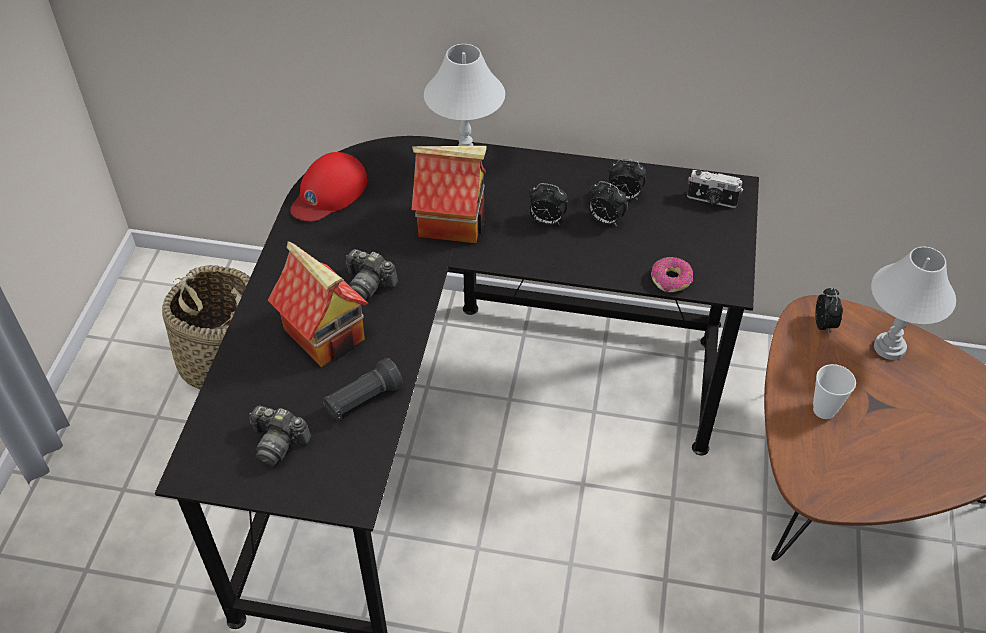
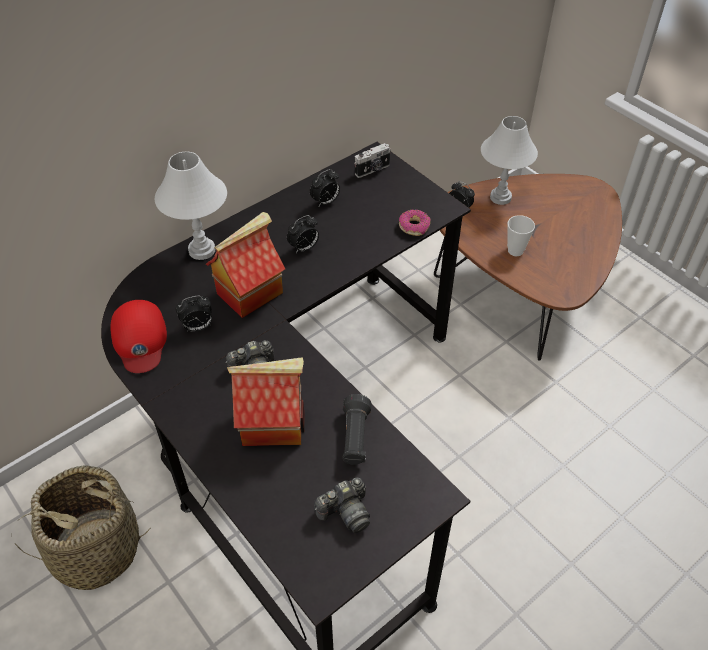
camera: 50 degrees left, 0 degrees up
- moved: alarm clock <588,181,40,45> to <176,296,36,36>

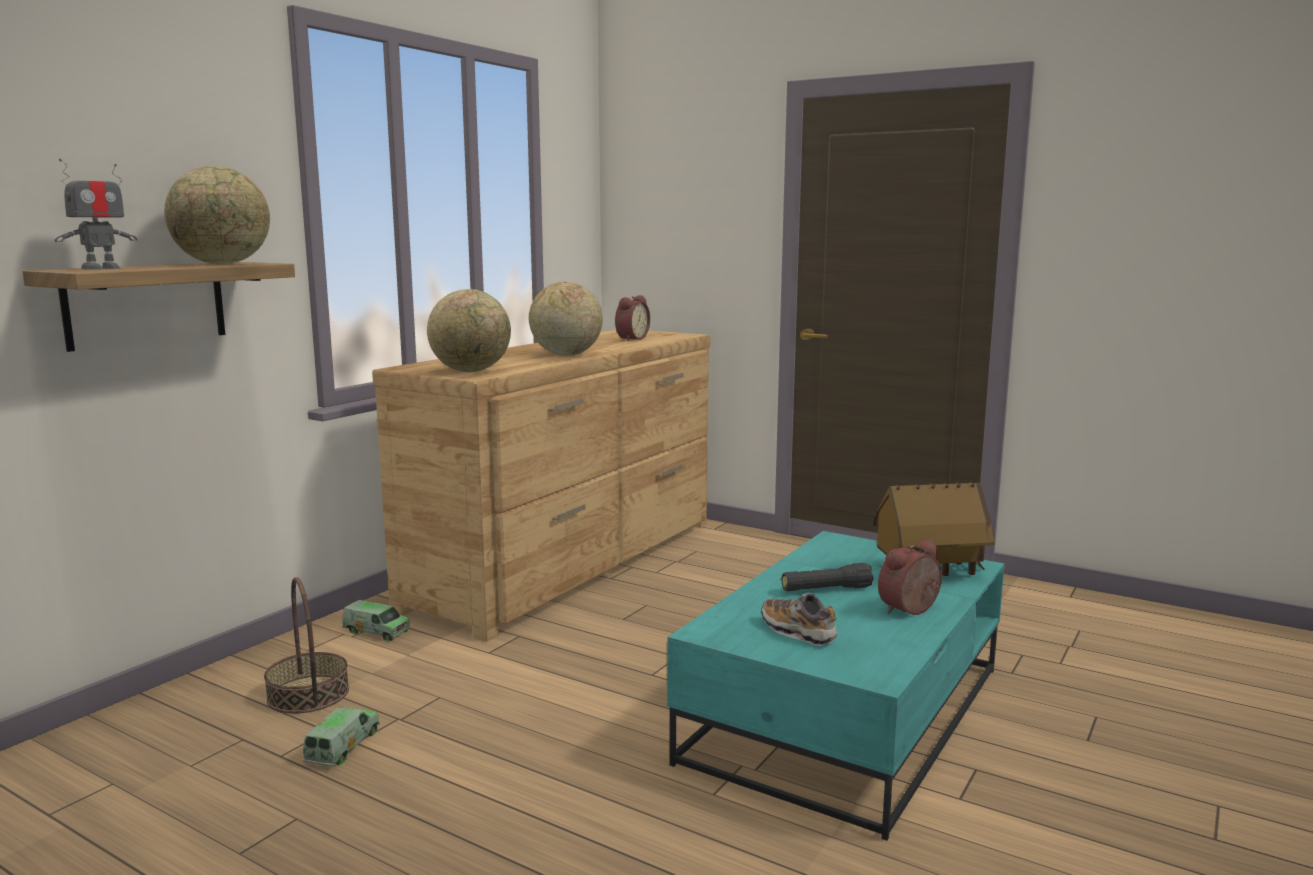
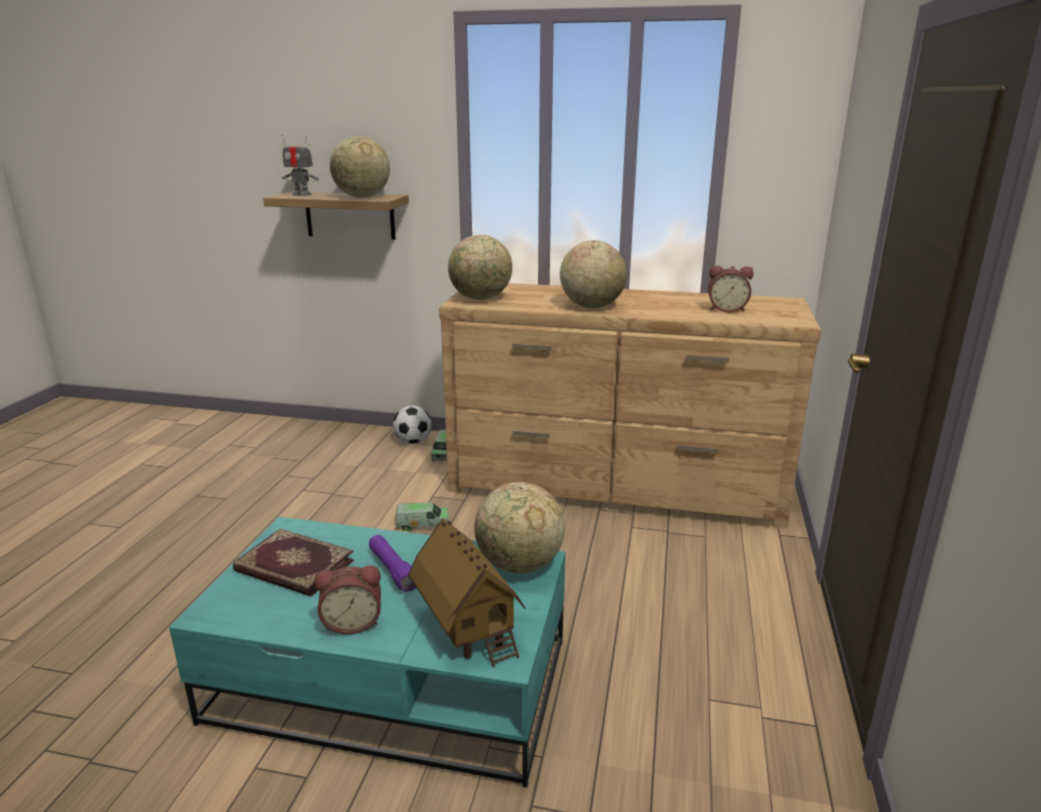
camera: 70 degrees right, 10 degrees up
- replaced: shoe <761,593,76,53> to book <233,529,121,67>
- turned: alarm clock <878,540,64,75> = <314,566,67,68> 135 degrees clockwise
- recoloured: flashlight in blackish <782,563,92,28> to flashlight in purple <369,535,47,57>
- added: football ball <393,405,38,39>
- moved: model truck <303,708,77,59> to <395,502,54,29>
- added: world globe <474,482,91,91>
- removed: basket <264,577,85,136>

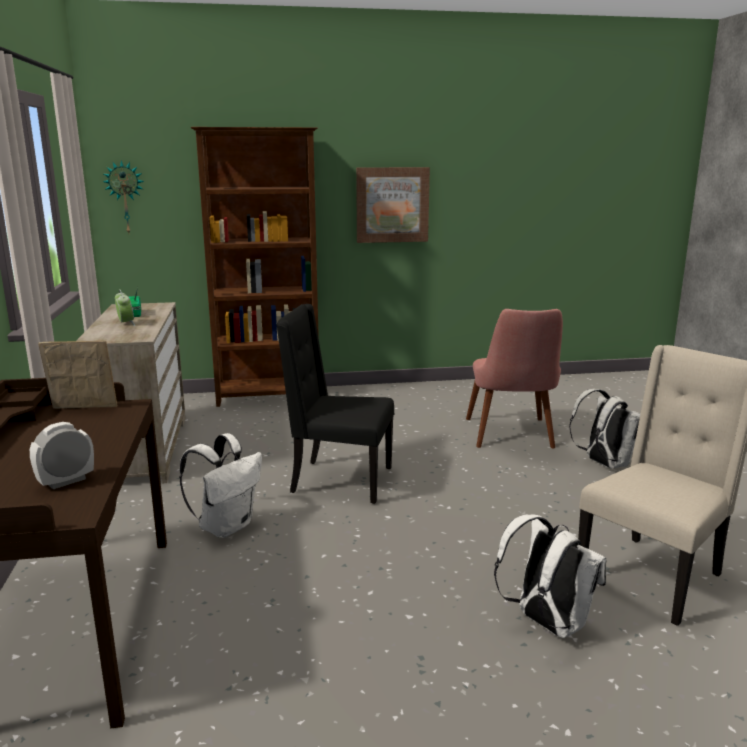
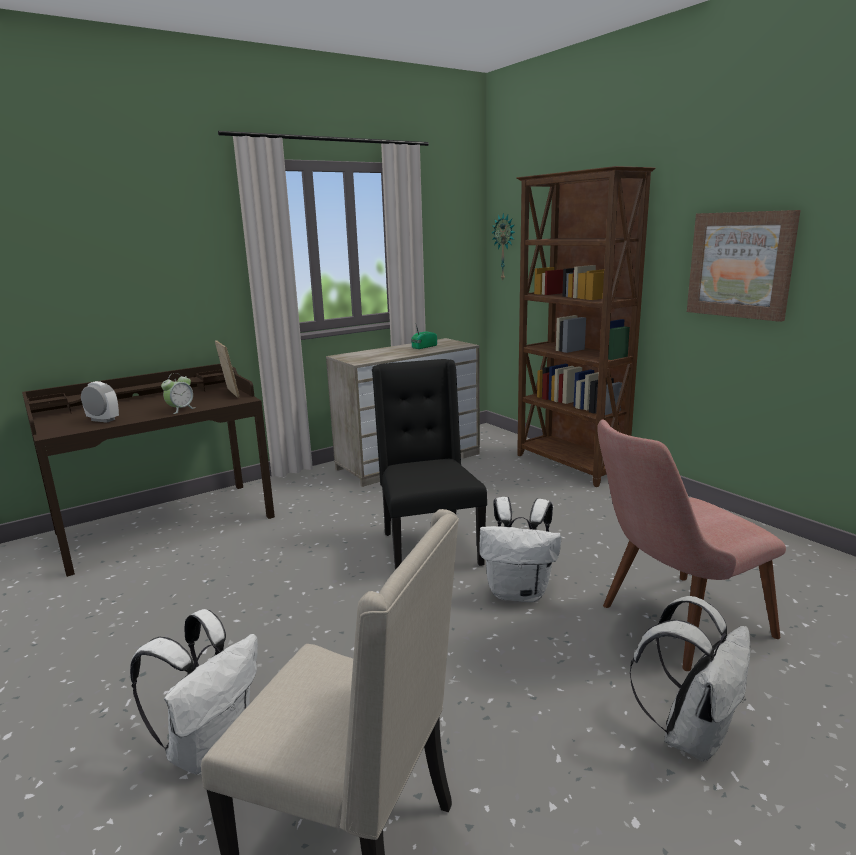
camera: 65 degrees right, 0 degrees up
- moved: alarm clock <115,290,20,36> to <161,373,33,41>
- moved: knapsack in whitish <179,433,83,105> to <479,497,82,105>

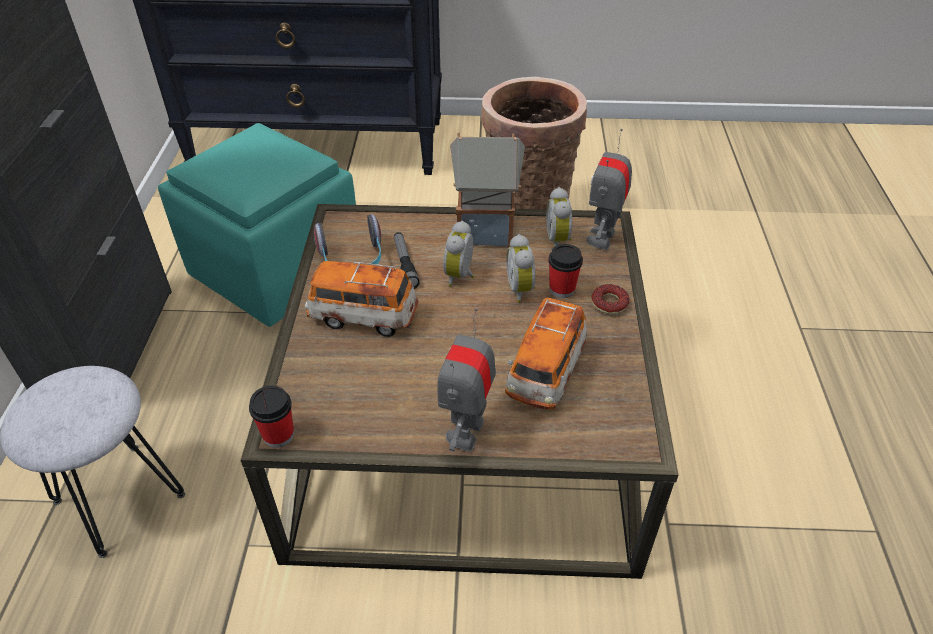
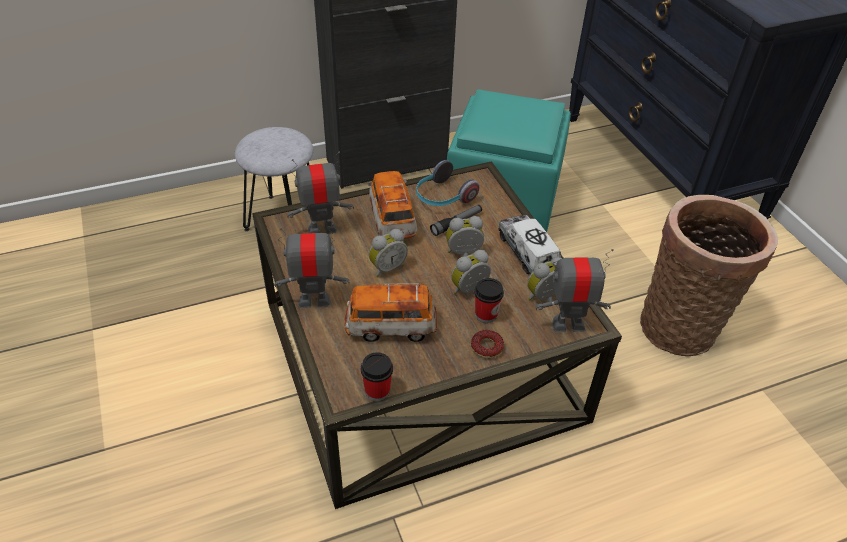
camera: 65 degrees right, 0 degrees up
- added: toy robot <287,152,67,82>
- moved: small cup <249,385,45,63> to <361,352,32,49>
- added: alarm clock <369,229,39,48>
- replaced: model house <450,133,75,114> to model truck <498,215,63,59>

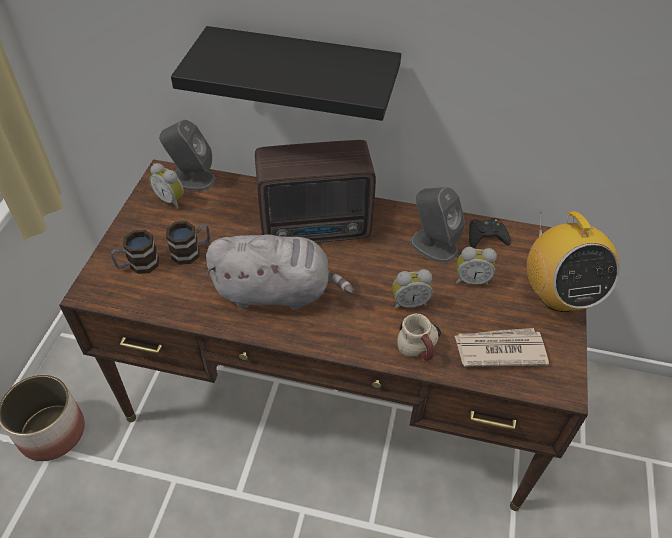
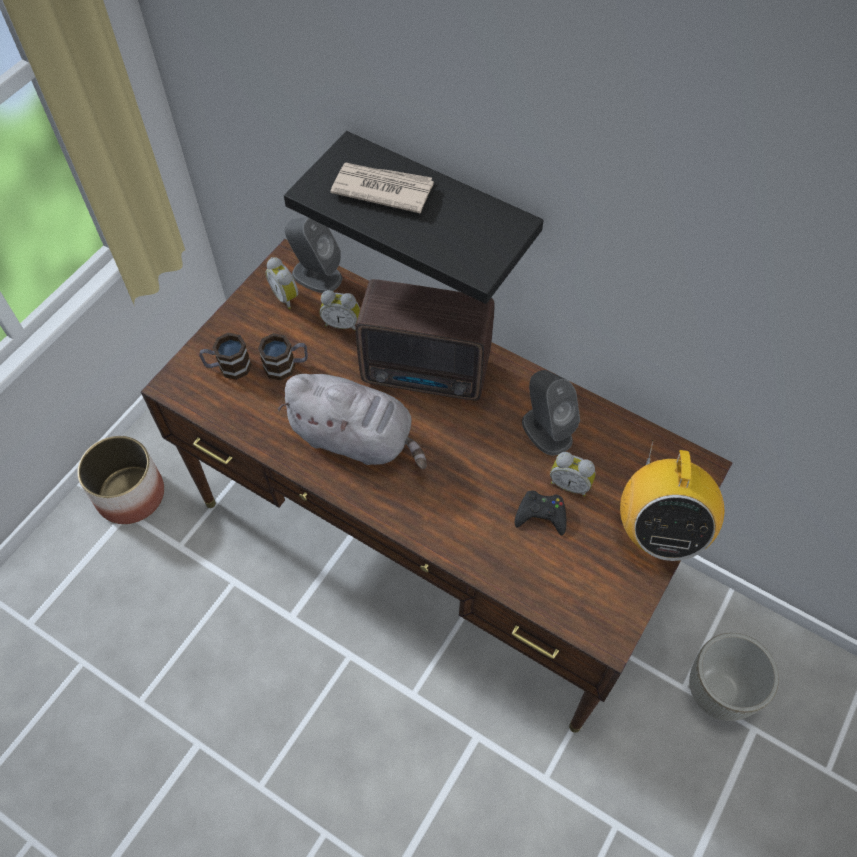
camera: 20 degrees right, 10 degrees up
- moved: alarm clock <392,269,41,40> to <320,290,40,41>
- moved: printed paper <454,328,95,39> to <331,163,103,51>
- moved: gamepad in blackish <469,218,42,30> to <515,490,51,45>
- added: flower pot in greyish <689,633,90,88>
- removed: tea mug <397,314,44,46>

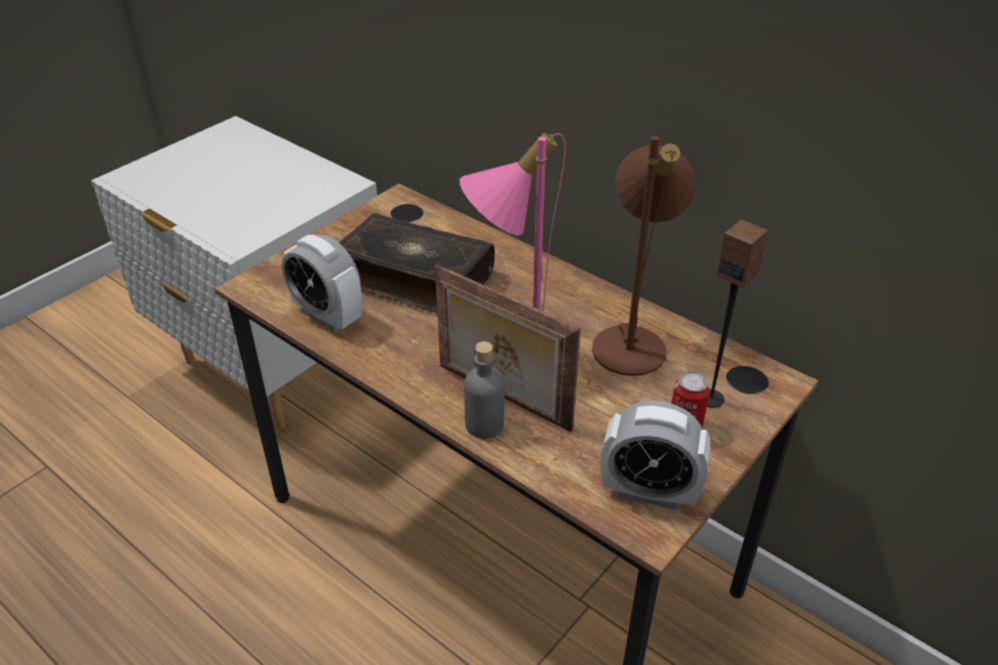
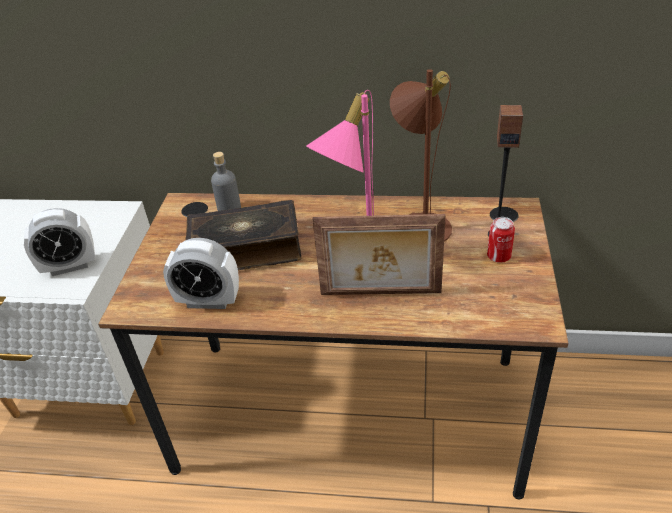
camera: 30 degrees left, 0 degrees up
- moved: alarm clock <601,401,109,109> to <24,208,71,68>
- moved: bottle in greyish <464,341,40,98> to <211,152,30,59>

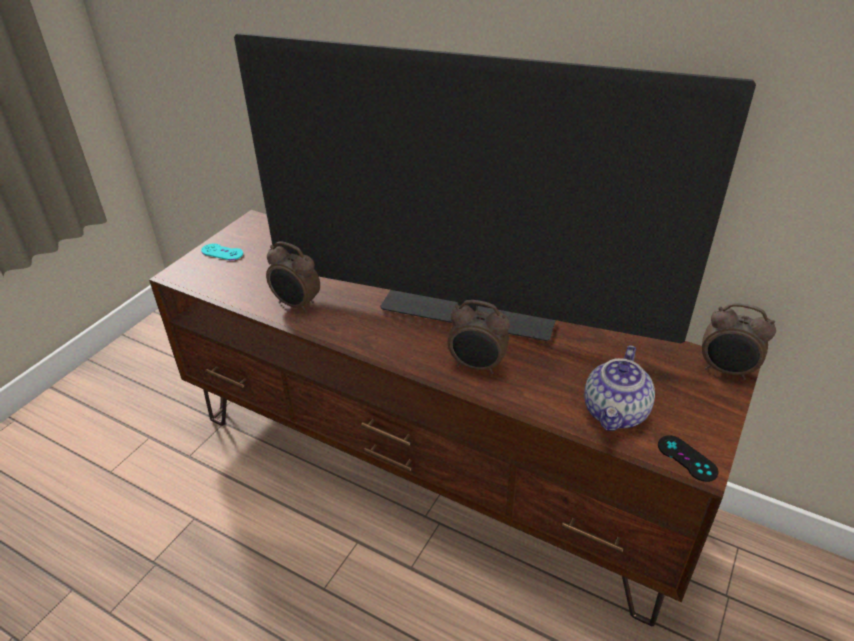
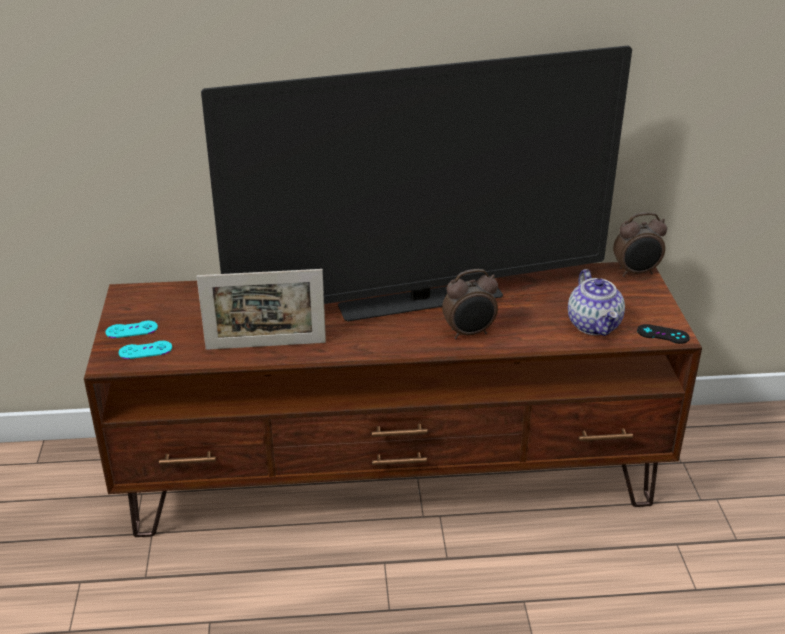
camera: 35 degrees left, 5 degrees down
- added: gamepad in turquoise <119,341,53,18>
- replaced: alarm clock <266,241,54,72> to photo frame <197,269,129,81>

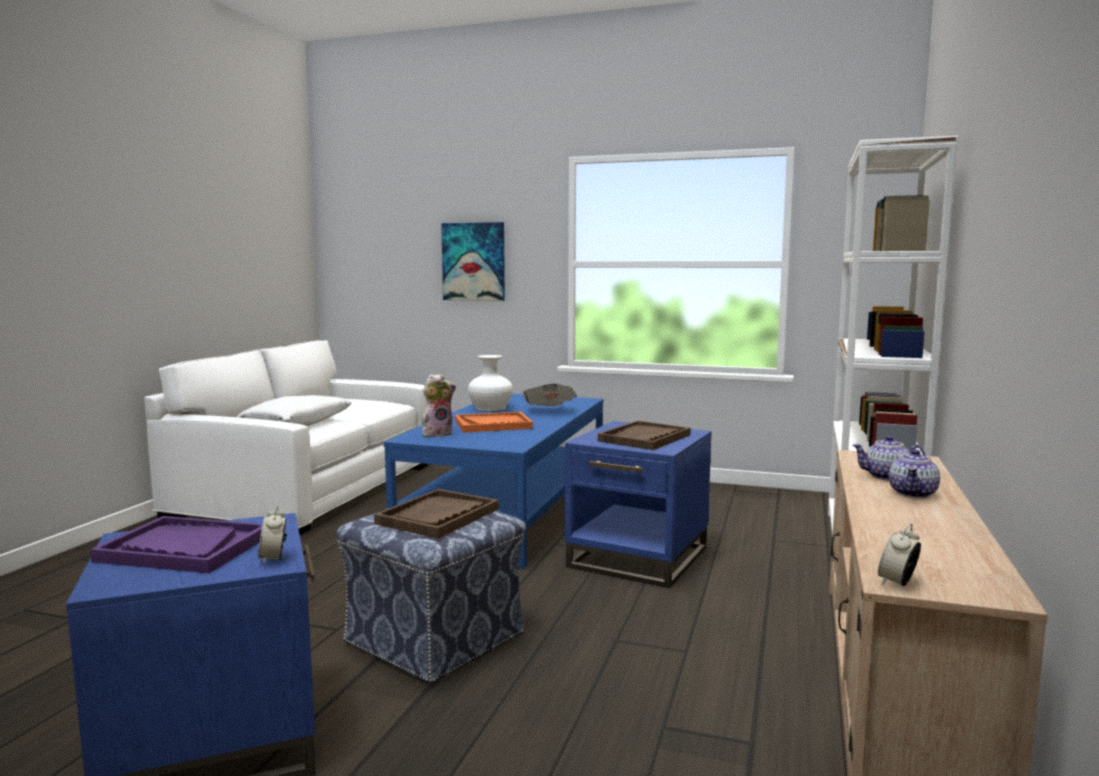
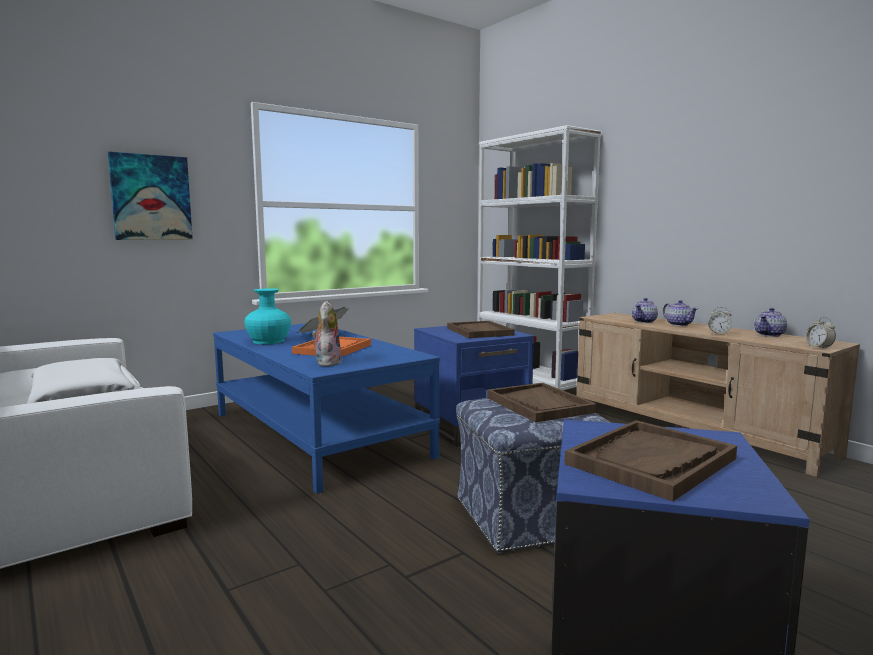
camera: 55 degrees left, 0 degrees up
- recoloured: vase in whitish <468,355,45,56> to vase in turquoise <244,288,47,56>
- recoloured: serving tray in purple <90,516,172,57> to serving tray in brown-coloured <565,420,172,81>
- moved: alarm clock <258,504,29,61> to <708,307,24,28>
- added: pot for tea <755,308,32,29>

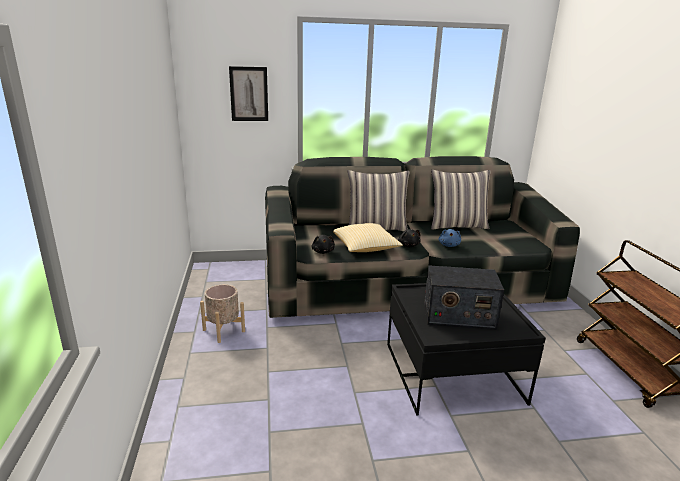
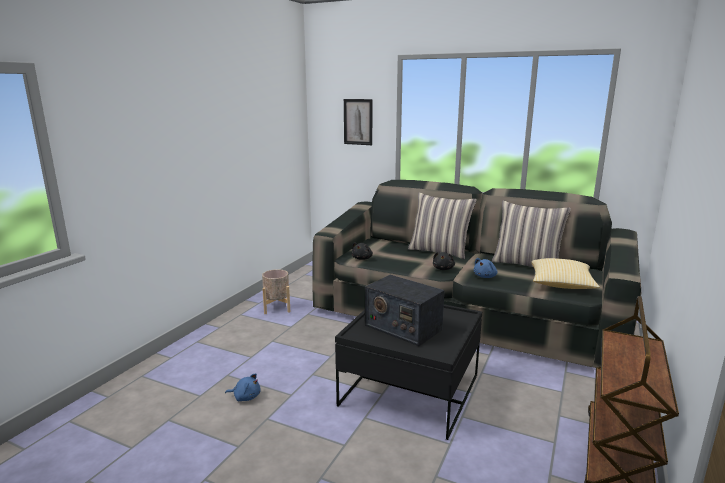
camera: 35 degrees right, 5 degrees down
- added: cuddly toy in blue-coloured <225,373,36,28>
- moved: cushion <333,223,70,29> to <531,258,69,31>

